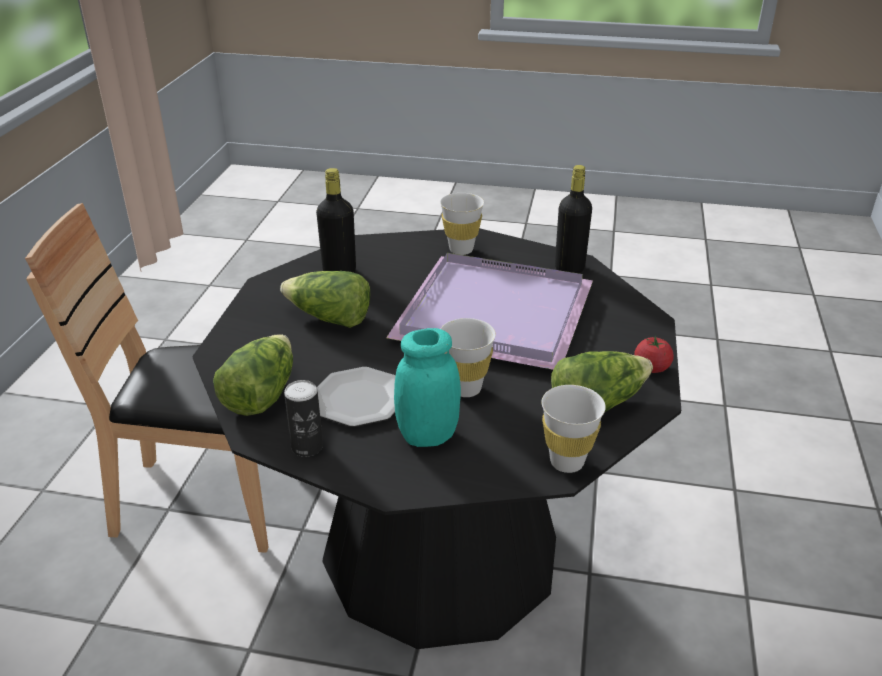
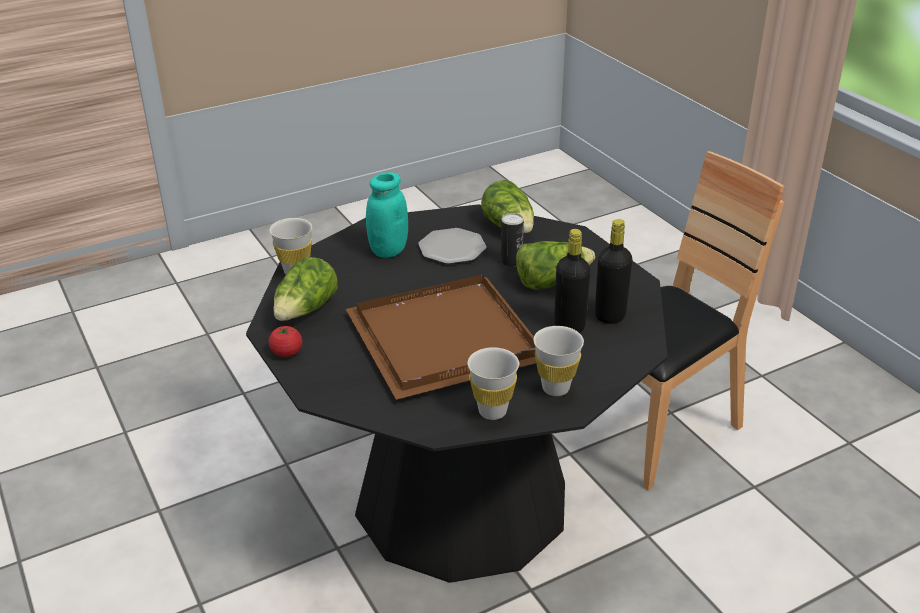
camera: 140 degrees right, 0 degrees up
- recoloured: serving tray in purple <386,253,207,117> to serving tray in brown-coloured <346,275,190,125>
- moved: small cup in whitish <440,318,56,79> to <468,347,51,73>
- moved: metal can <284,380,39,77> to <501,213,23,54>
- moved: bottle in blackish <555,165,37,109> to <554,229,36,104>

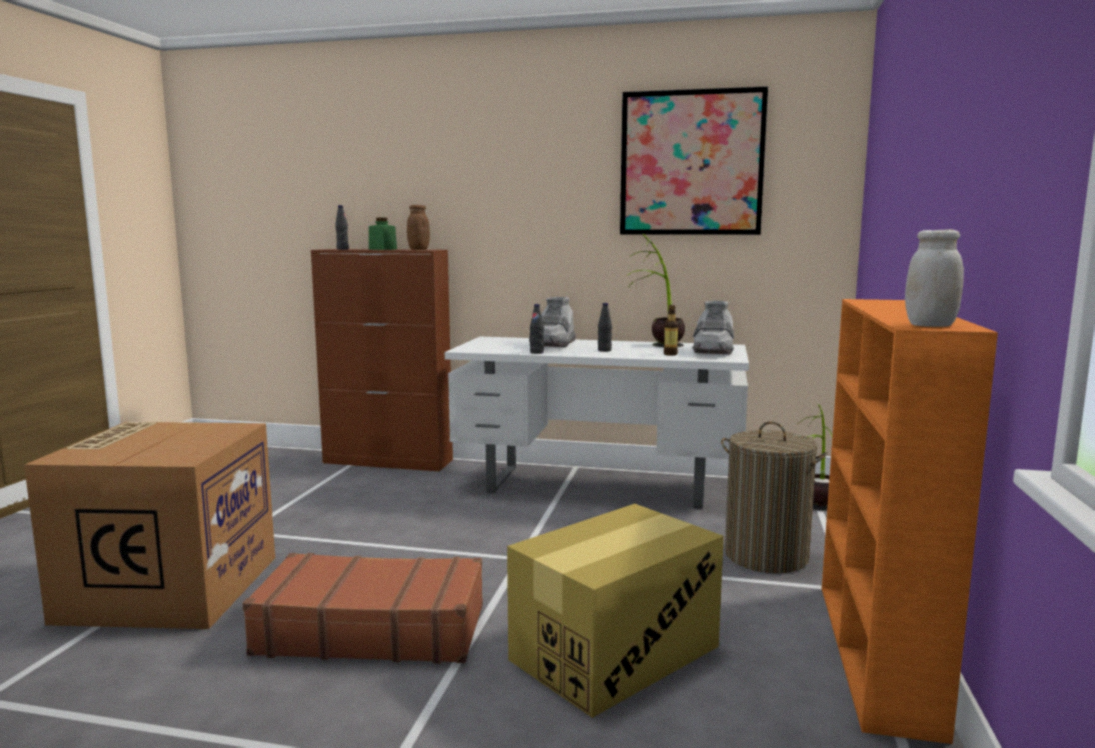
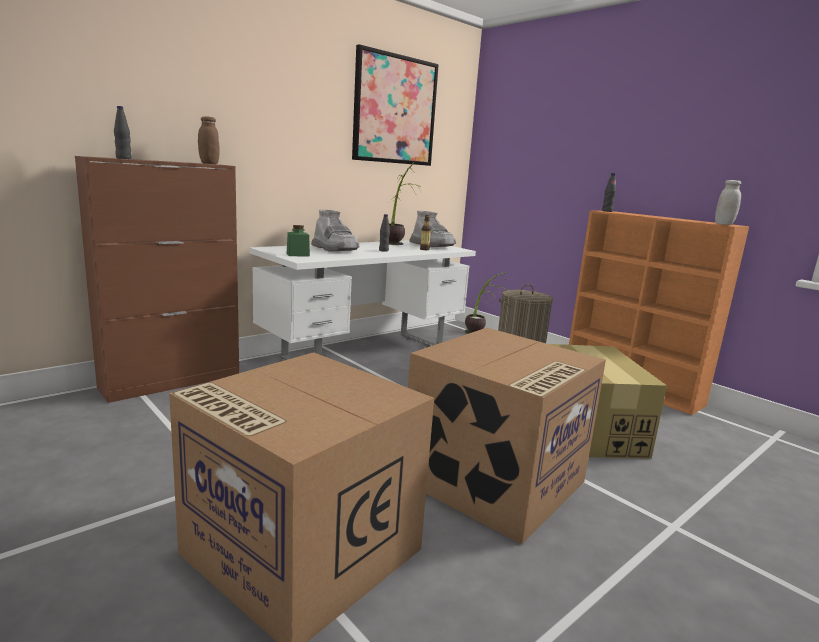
camera: 55 degrees left, 5 degrees up
- moved: storage jar in green-coloured <369,218,28,32> to <287,225,23,32>
- replaced: travel case in brown-coloured <242,553,241,111> to cardboard box <408,328,198,216>
- moved: bottle in blackish <530,304,14,50> to <602,173,14,39>

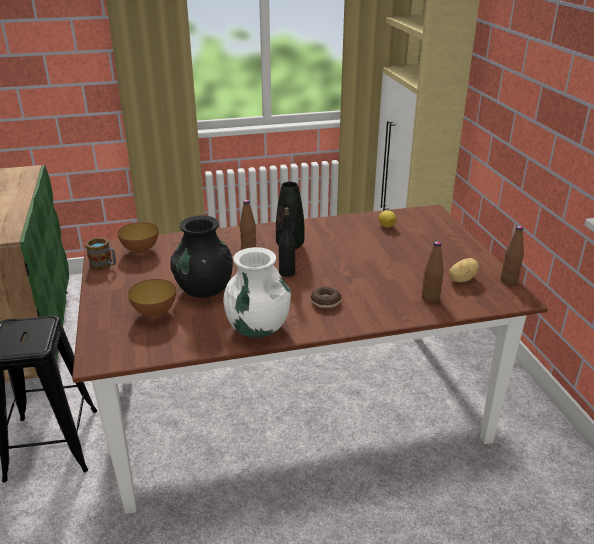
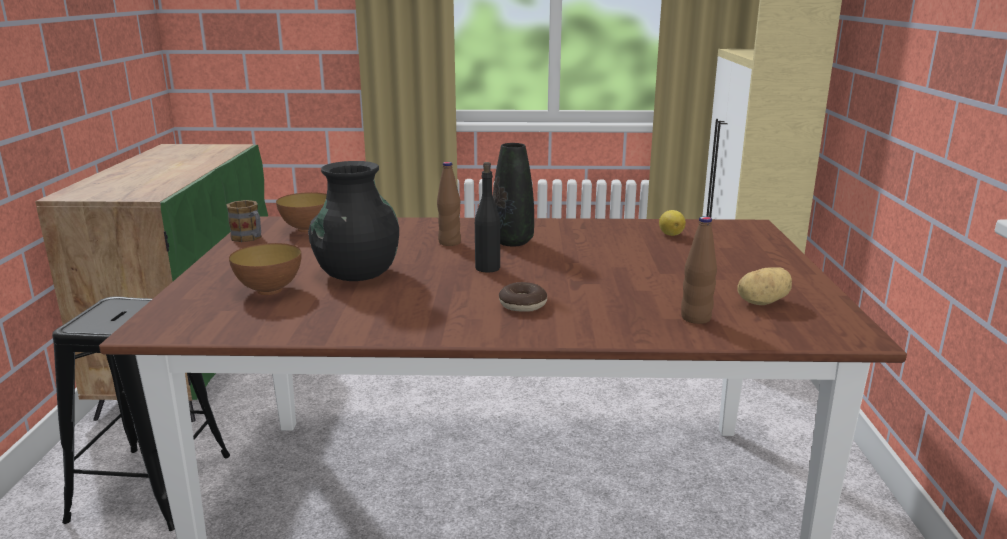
camera: 15 degrees right, 10 degrees down
- removed: vase in whitish <223,247,68,91>
- removed: bottle in brown-coloured <501,226,23,59>

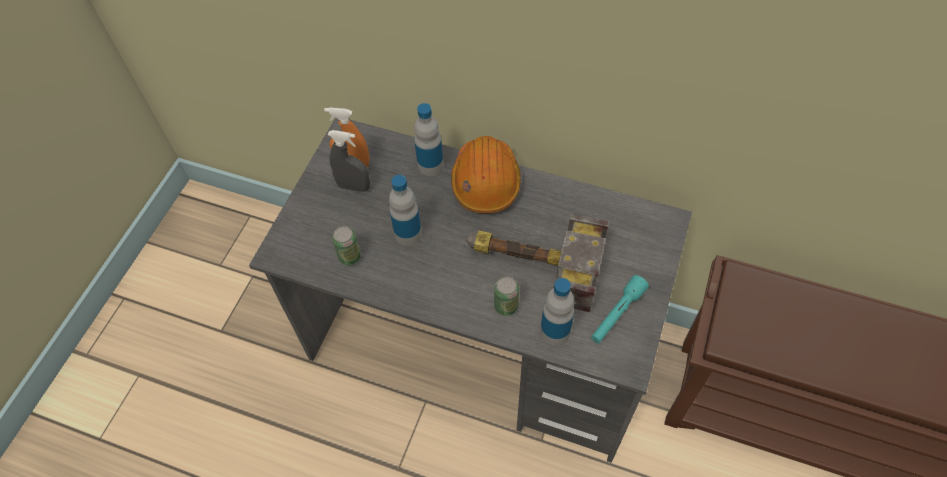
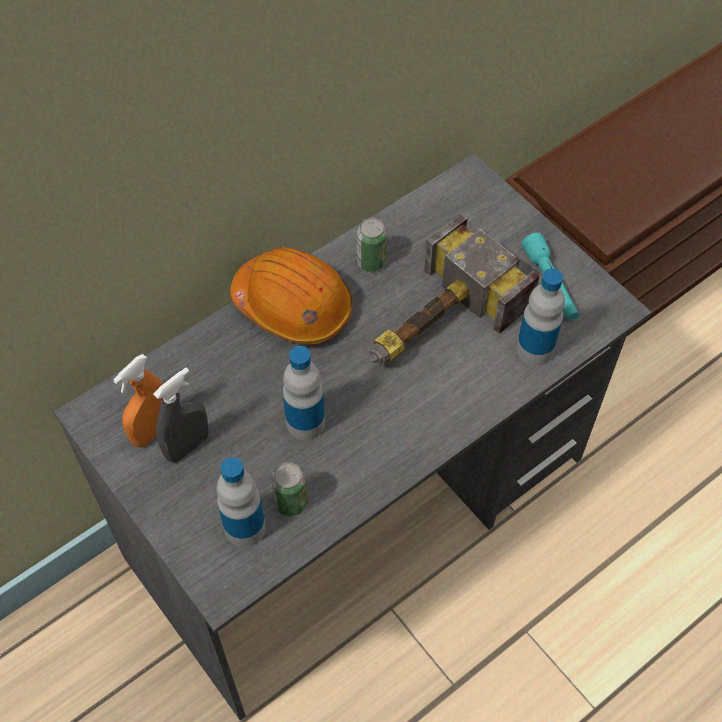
camera: 60 degrees left, 0 degrees up
- moved: bottle <414,103,30,73> to <216,457,50,90>
- moved: metal can <494,276,25,40> to <357,218,30,54>

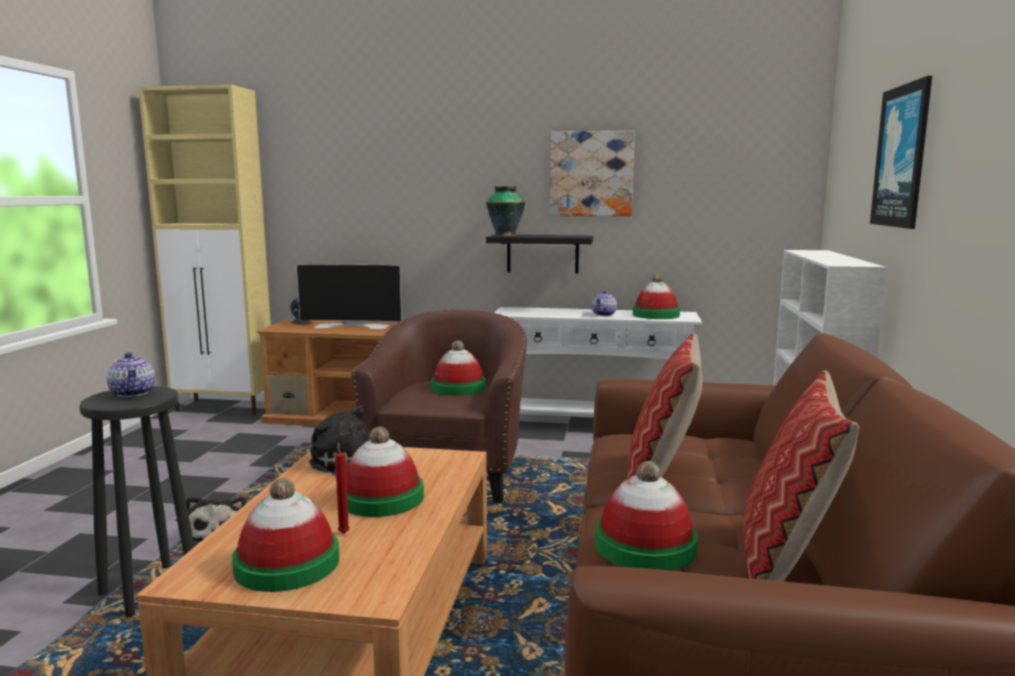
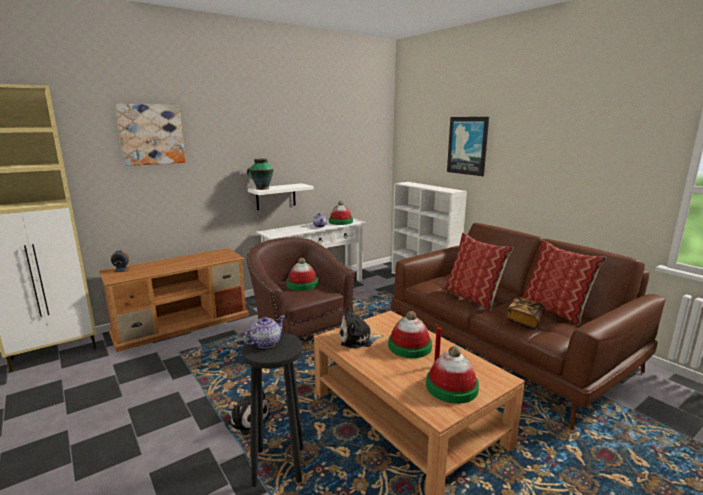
camera: 45 degrees left, 5 degrees up
- moved: picture <550,130,85,86> to <115,104,70,62>
- turned: pot for tea <106,352,49,45> = <244,315,41,33> 60 degrees counterclockwise
- recoloured: shelf in blackish <486,235,107,38> to shelf in whitish <248,183,66,27>
- replaced: clothing hat <595,461,103,110> to book <505,297,40,33>
- removed: TV <296,264,106,65>

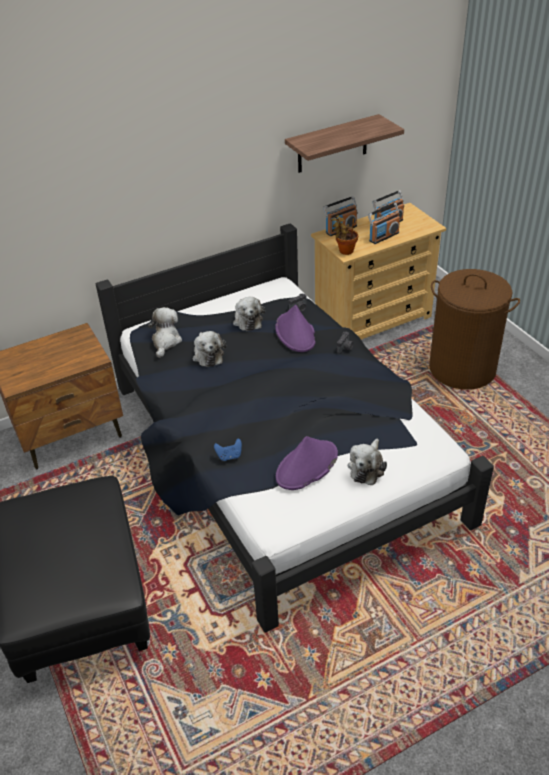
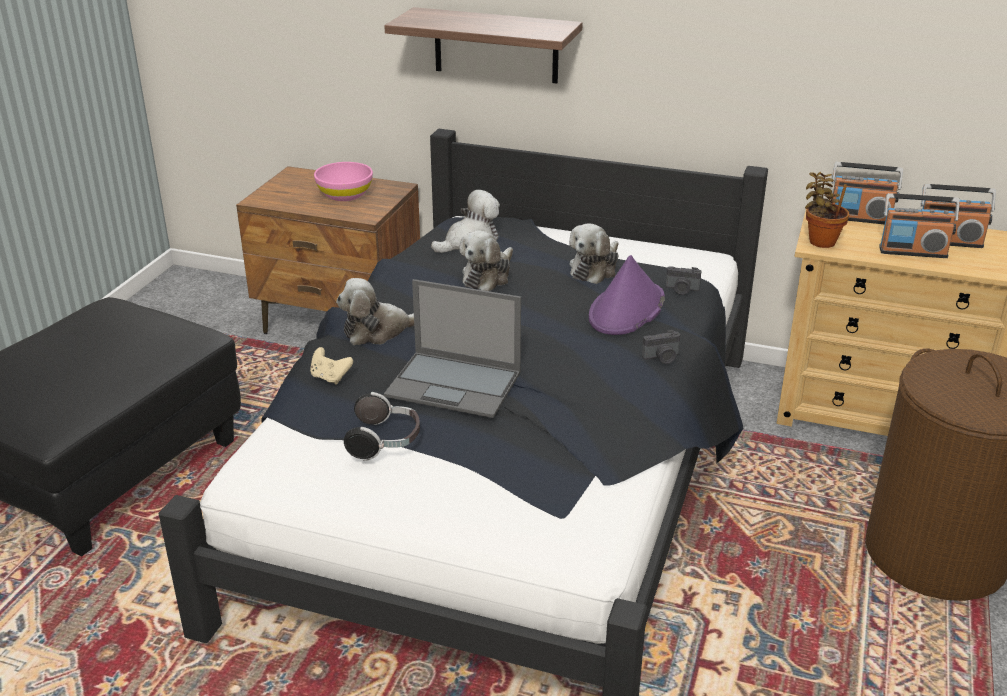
camera: 45 degrees right, 10 degrees down
- recoloured: gamepad in blue-coloured <214,439,28,22> to gamepad in beige <310,347,43,37>
- added: serving bowl in pink <314,162,59,39>
- moved: cuddly toy <348,439,39,47> to <336,278,78,67>
- replaced: clothing hat in purple <276,436,62,54> to headphones <344,392,76,69>
- moved: shelf <285,114,119,59> to <384,7,199,77>
- added: laptop <384,279,137,139>

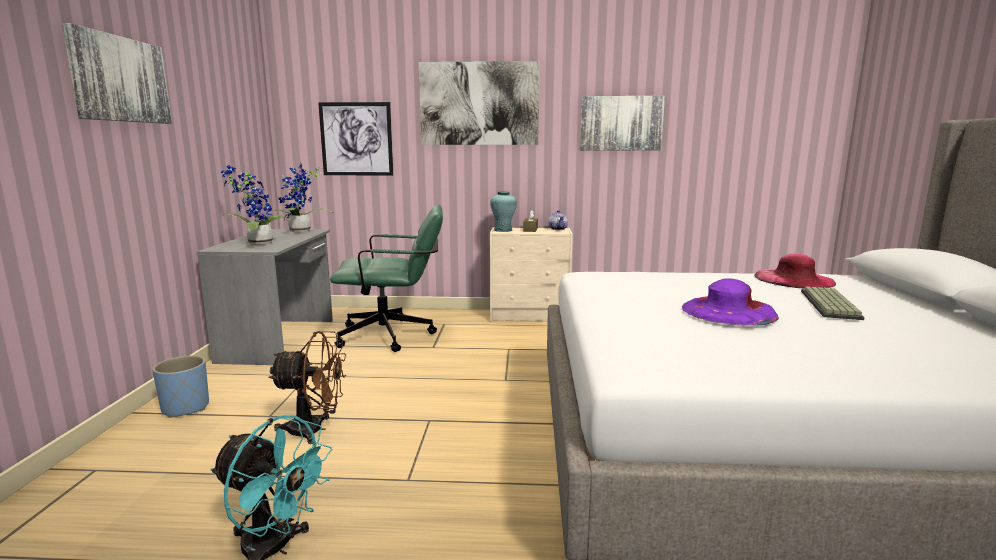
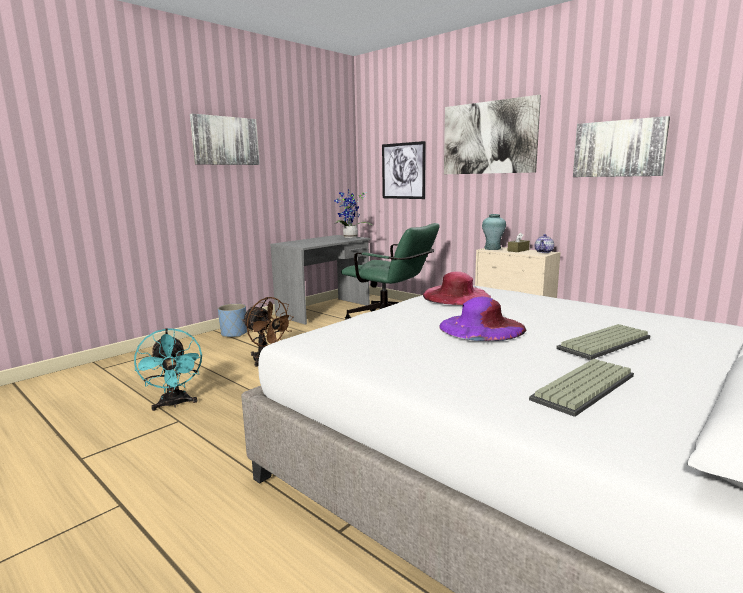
camera: 40 degrees right, 0 degrees up
- moved: clothing hat in pink <754,253,82,36> to <423,271,68,34>
- added: PC keyboard <529,359,105,58>
- removed: houseplant <221,165,64,80>

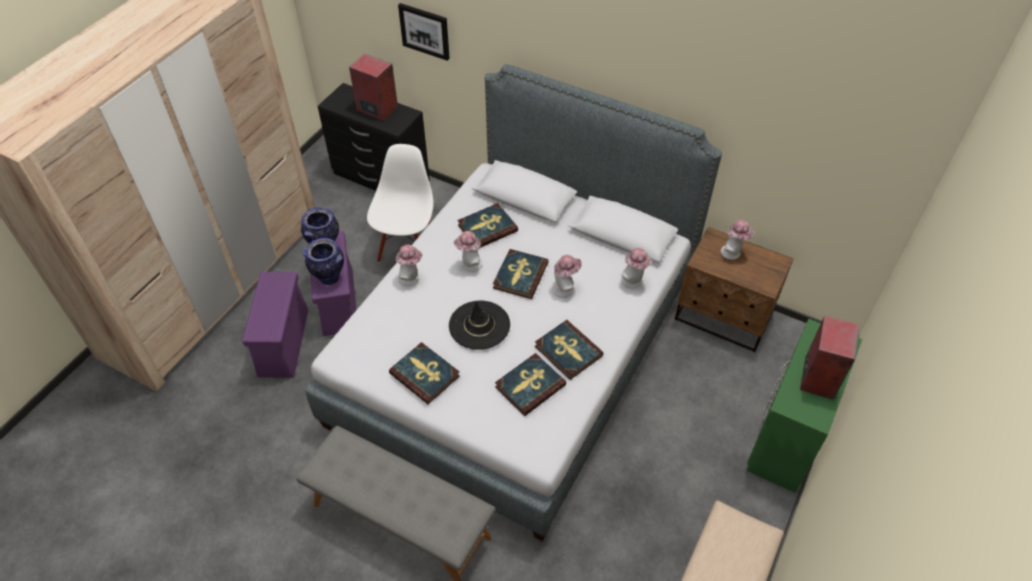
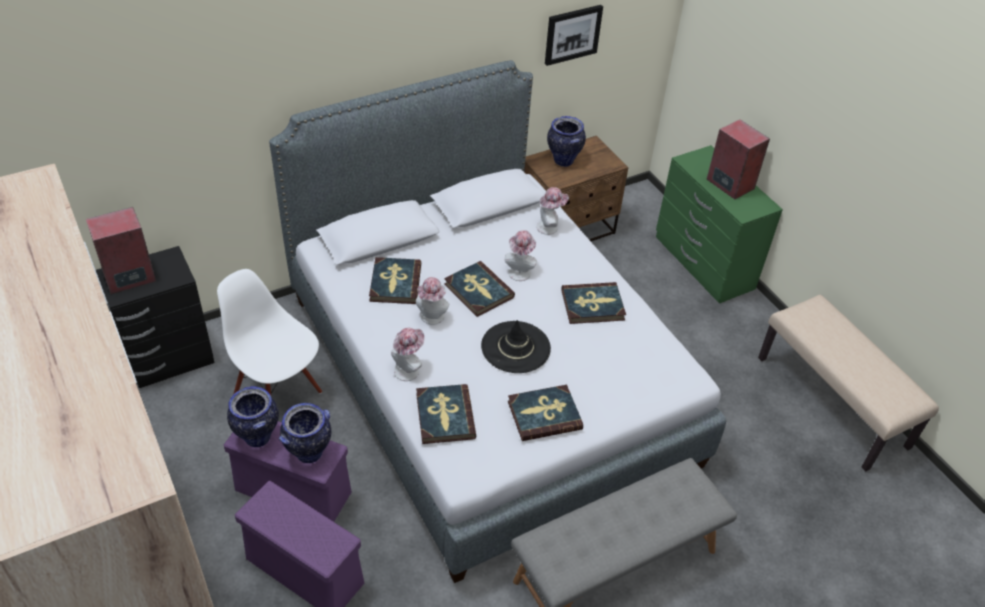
camera: 60 degrees left, 5 degrees down
- moved: book <495,353,71,63> to <416,384,60,60>
- moved: picture <398,3,52,58> to <545,5,58,61>
- replaced: clothing hat <721,220,34,40> to vase <547,116,39,51>

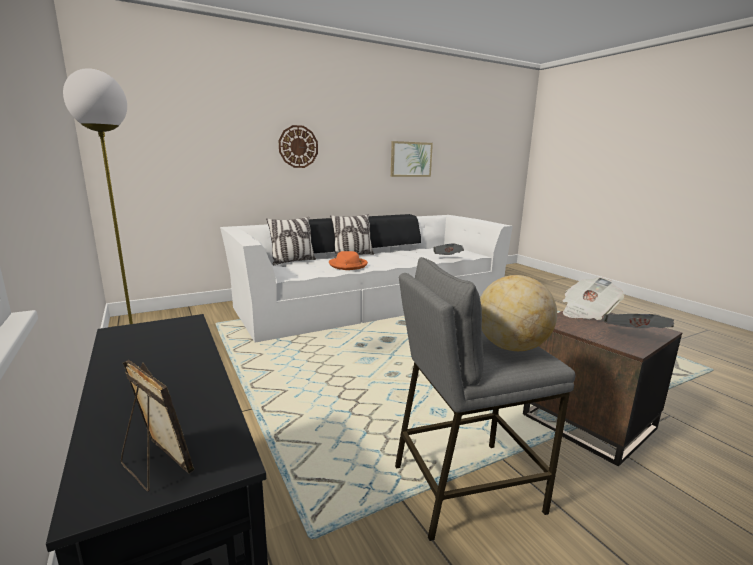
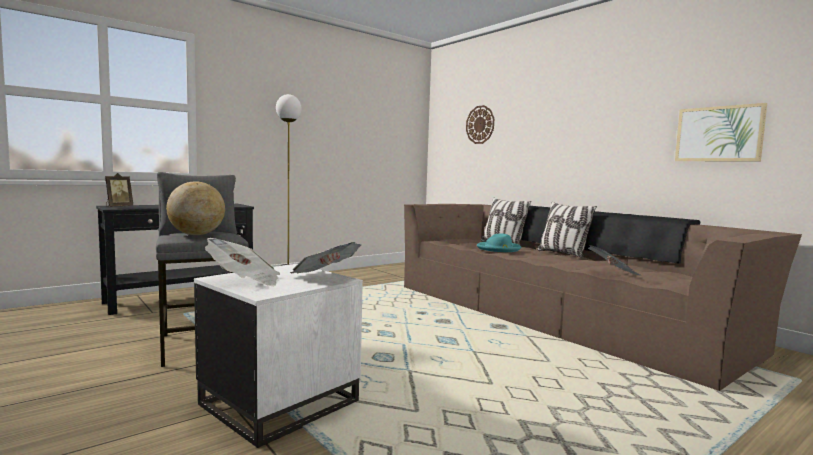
camera: 80 degrees right, 10 degrees down
- recoloured: side table in brown-coloured <523,311,159,156> to side table in whitish <194,264,169,184>
- recoloured: couch in whitish <220,214,293,129> to couch in brown-coloured <404,204,398,187>
- moved: wall clock <279,125,39,43> to <466,105,28,39>
- recoloured: clothing hat in orange-coloured <329,251,39,19> to clothing hat in turquoise <477,233,44,19>

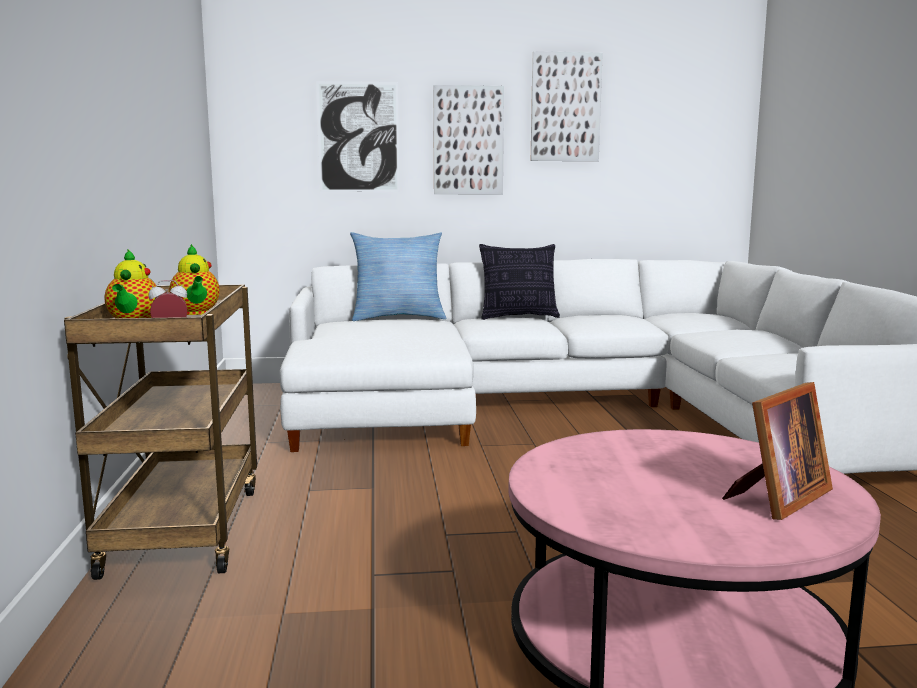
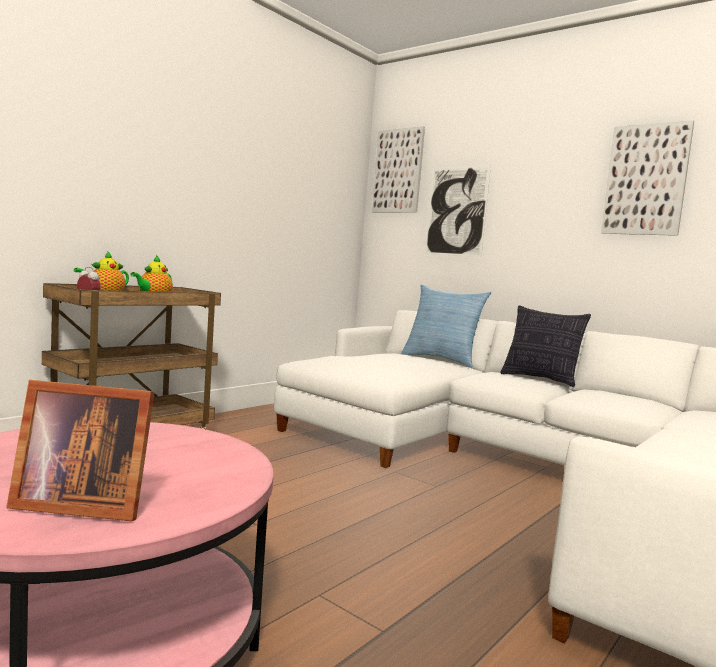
camera: 45 degrees right, 5 degrees down
- moved: picture <433,85,71,109> to <372,126,53,87>

